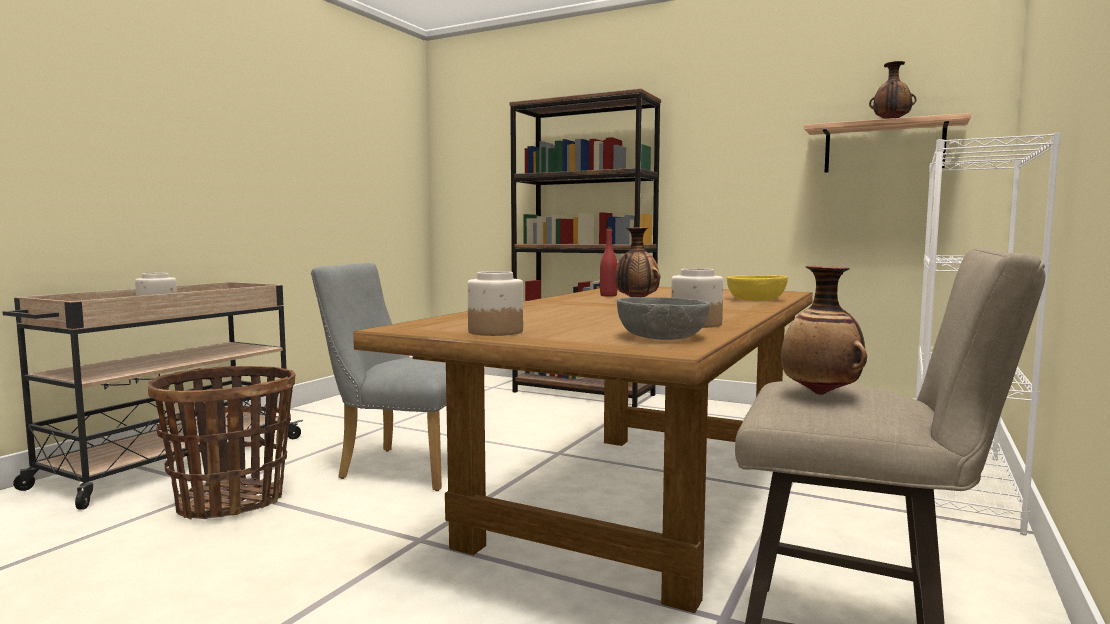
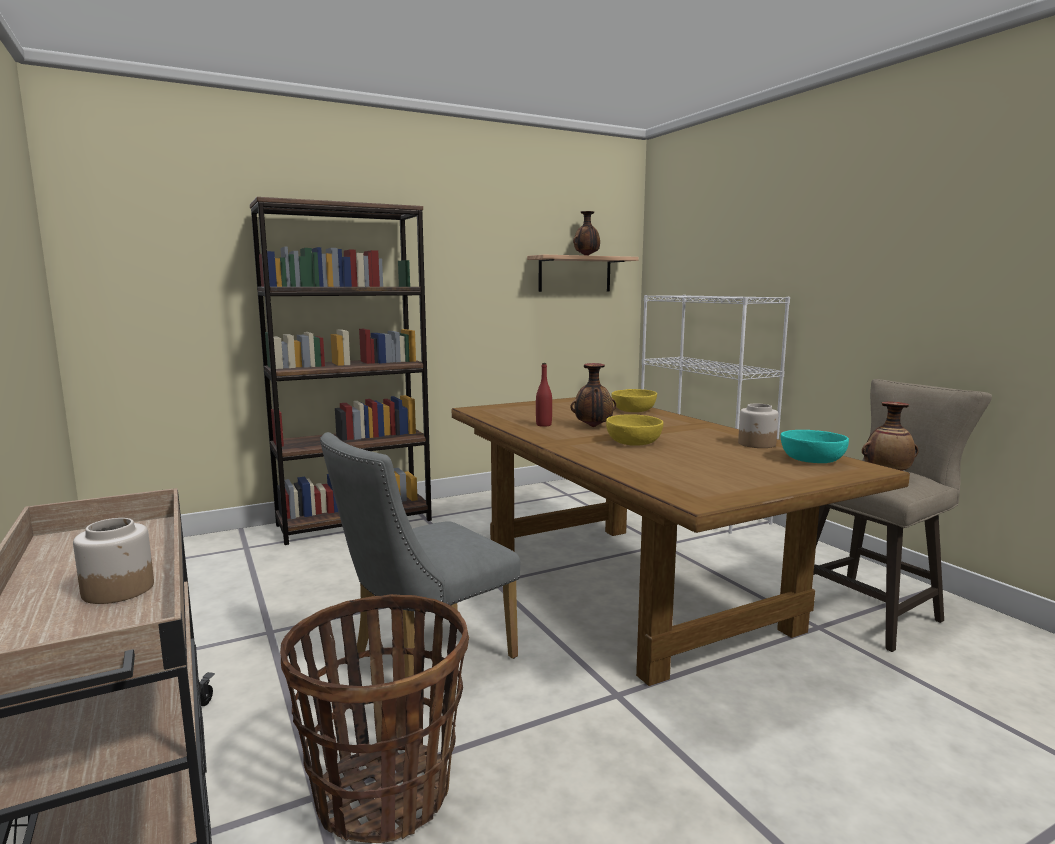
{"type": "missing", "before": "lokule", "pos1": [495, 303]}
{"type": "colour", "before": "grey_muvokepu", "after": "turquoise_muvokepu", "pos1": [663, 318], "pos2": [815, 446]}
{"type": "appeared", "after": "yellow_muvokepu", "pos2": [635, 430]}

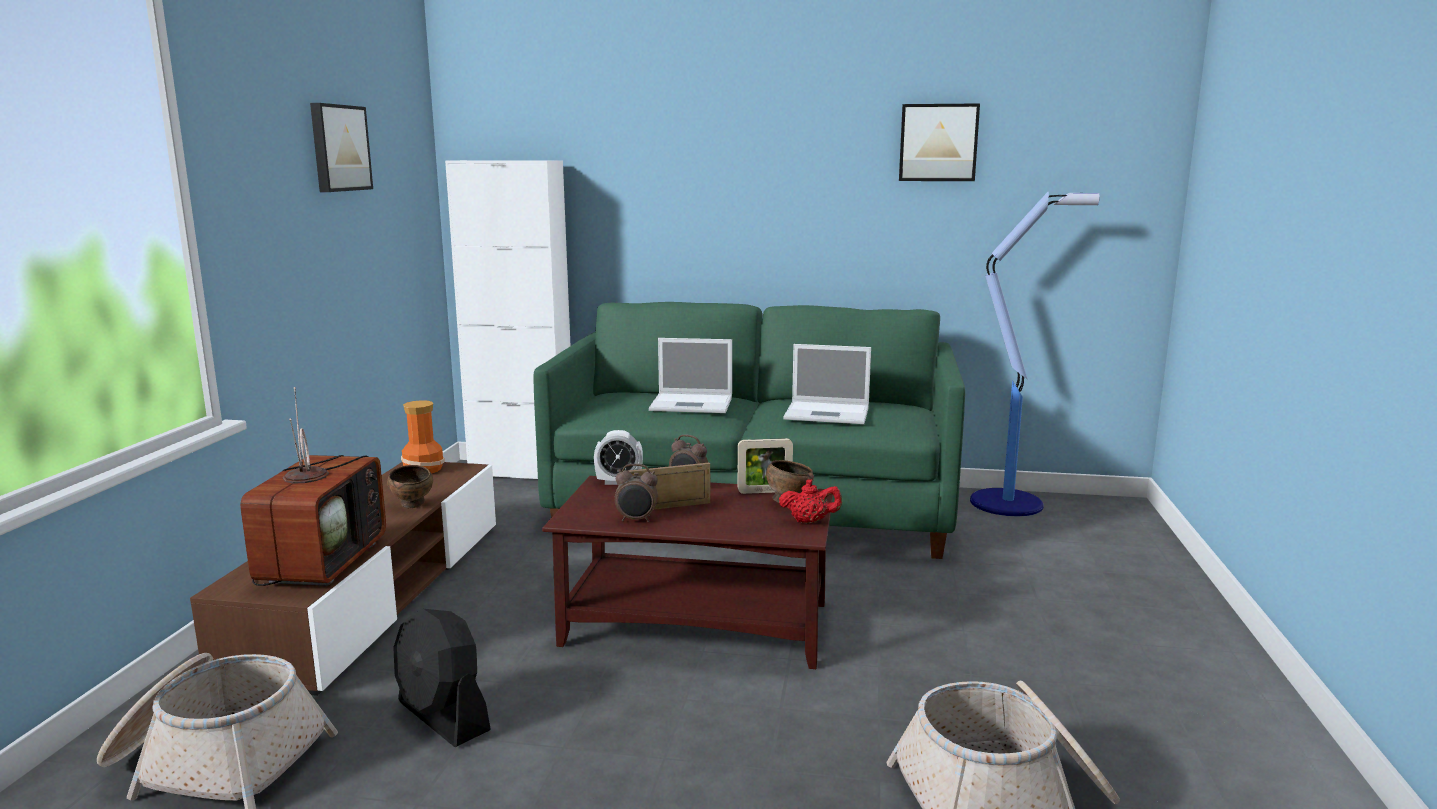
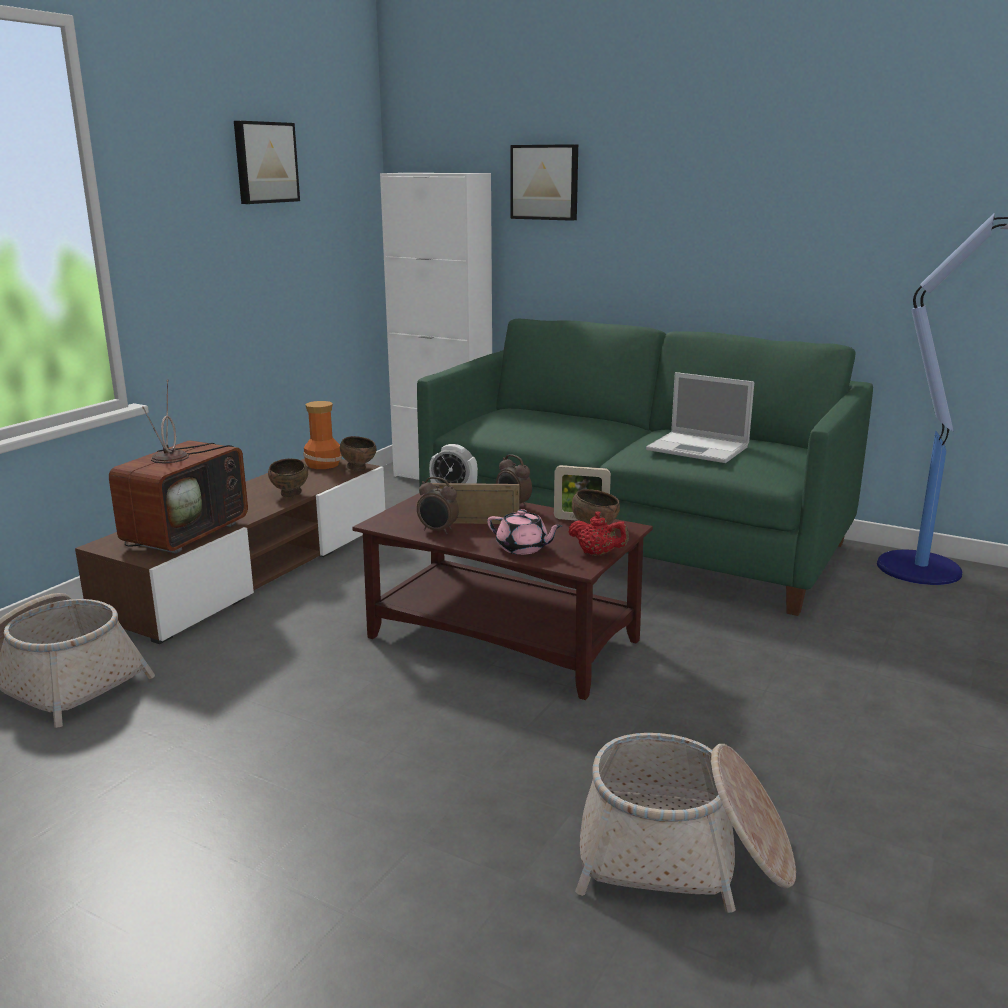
{"type": "relocated", "before": "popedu", "pos1": [939, 142], "pos2": [544, 182]}
{"type": "missing", "before": "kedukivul", "pos1": [690, 375]}
{"type": "missing", "before": "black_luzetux", "pos1": [442, 678]}
{"type": "appeared", "after": "brown_muvokepu", "pos2": [358, 453]}
{"type": "appeared", "after": "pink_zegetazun", "pos2": [525, 532]}

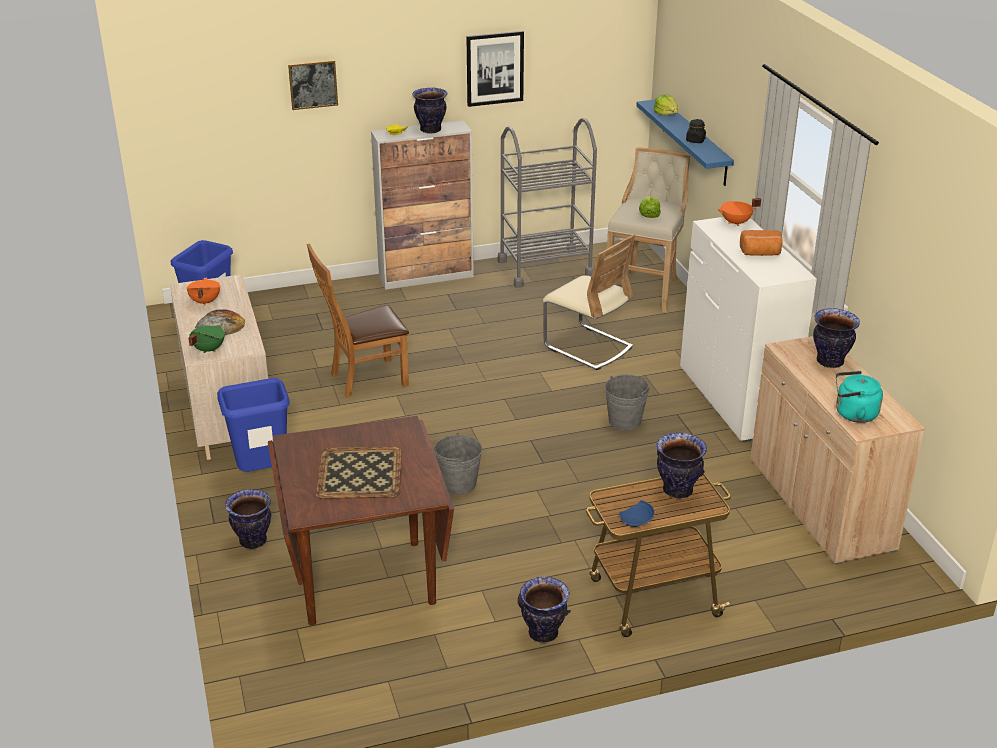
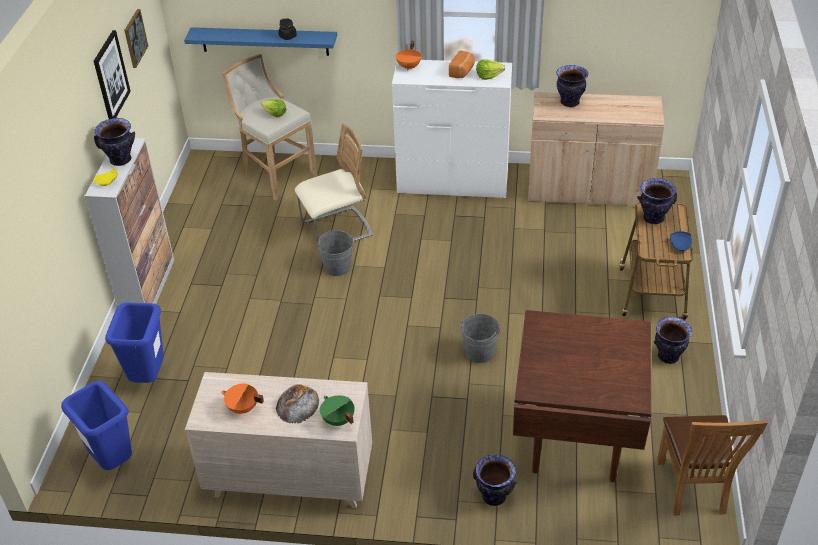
{"type": "relocated", "before": "popedu", "pos1": [313, 85], "pos2": [136, 38]}
{"type": "relocated", "before": "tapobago", "pos1": [666, 104], "pos2": [490, 69]}
{"type": "missing", "before": "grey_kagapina", "pos1": [547, 203]}
{"type": "relocated", "before": "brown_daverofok", "pos1": [358, 321], "pos2": [712, 465]}
{"type": "missing", "before": "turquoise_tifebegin", "pos1": [859, 397]}
{"type": "relocated", "before": "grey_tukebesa", "pos1": [627, 402], "pos2": [335, 253]}
{"type": "relocated", "before": "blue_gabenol", "pos1": [253, 425], "pos2": [134, 343]}
{"type": "missing", "before": "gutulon", "pos1": [359, 472]}

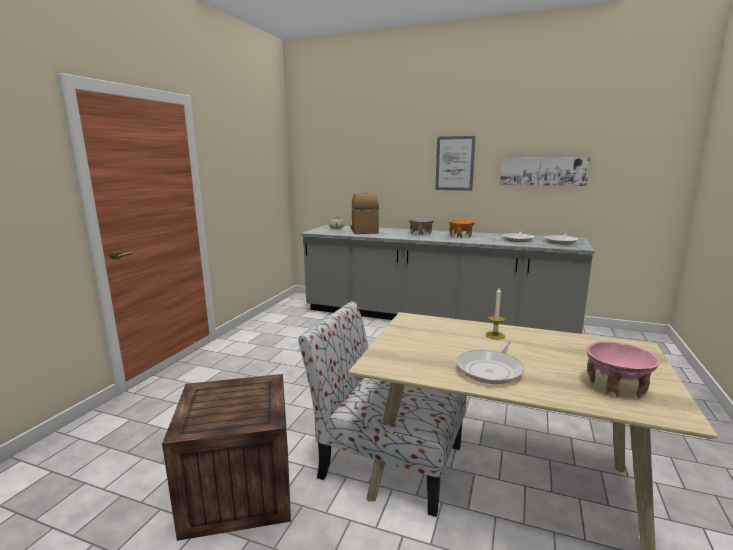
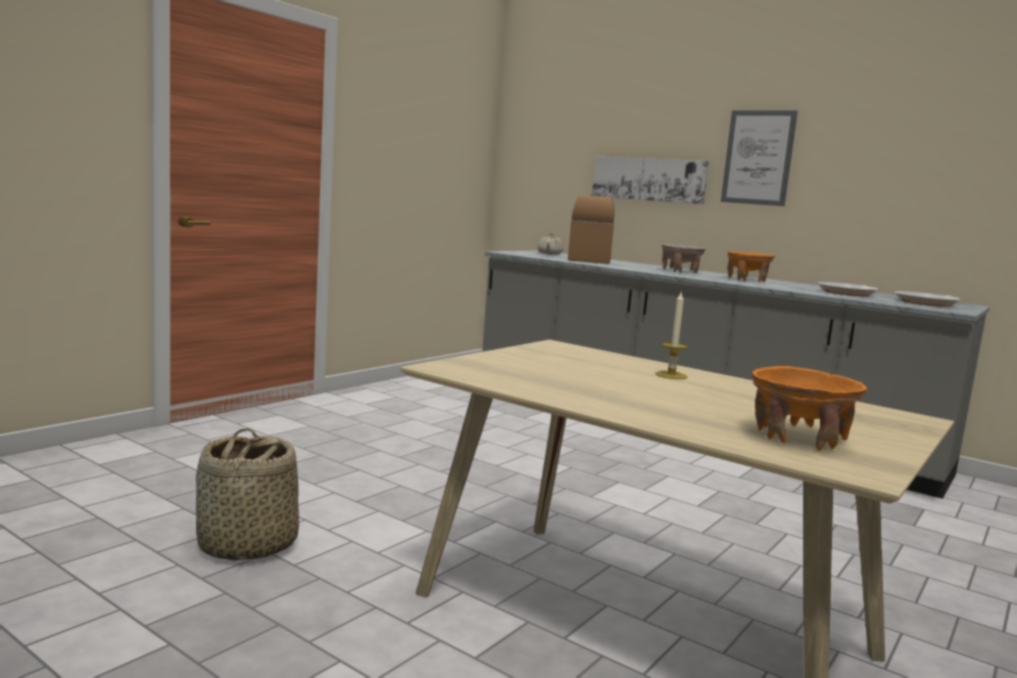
{"type": "relocated", "before": "popedu", "pos1": [545, 171], "pos2": [650, 180]}
{"type": "missing", "before": "daverofok", "pos1": [382, 409]}
{"type": "missing", "before": "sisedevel", "pos1": [490, 362]}
{"type": "colour", "before": "pink_muvokepu", "after": "orange_muvokepu", "pos1": [623, 370], "pos2": [809, 408]}
{"type": "exchanged", "before": "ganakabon", "after": "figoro", "pos1": [226, 457], "pos2": [247, 494]}

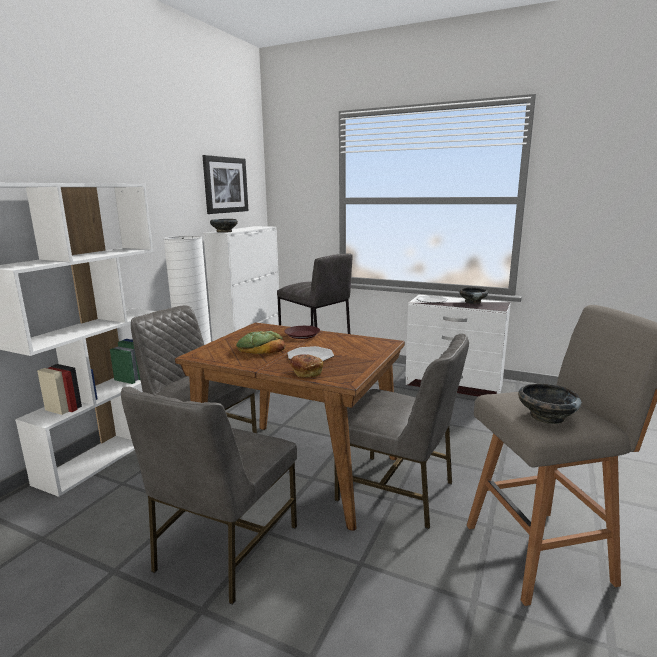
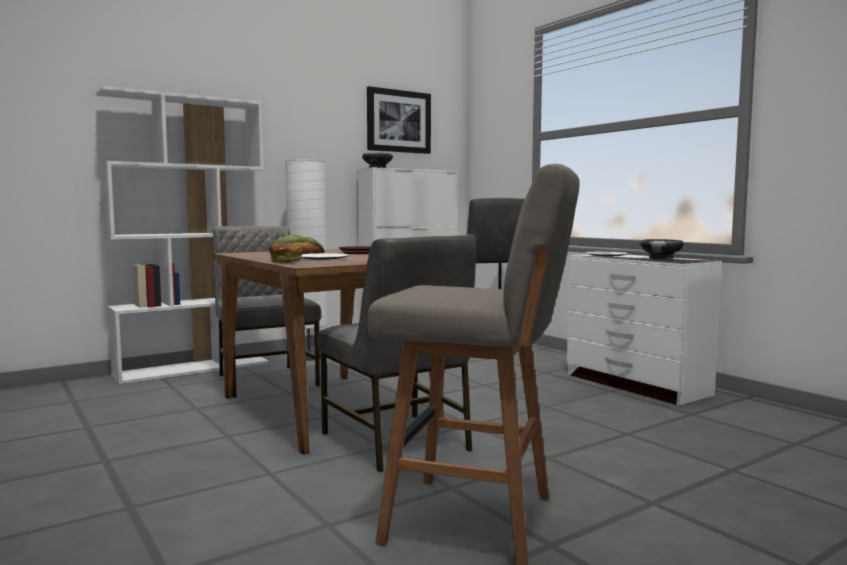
{"type": "missing", "before": "black_muvokepu", "pos1": [550, 404]}
{"type": "missing", "before": "grey_daverofok", "pos1": [209, 496]}

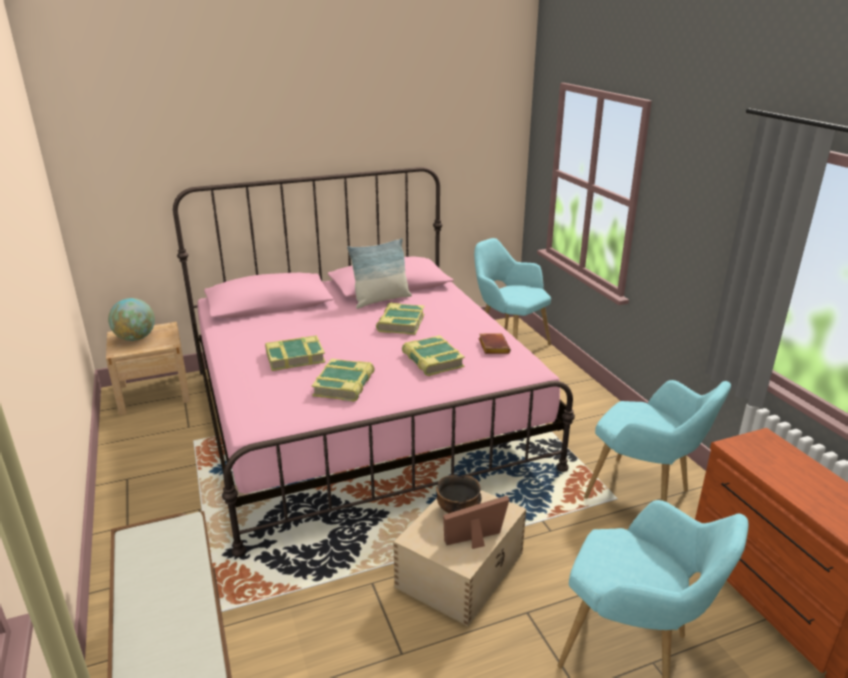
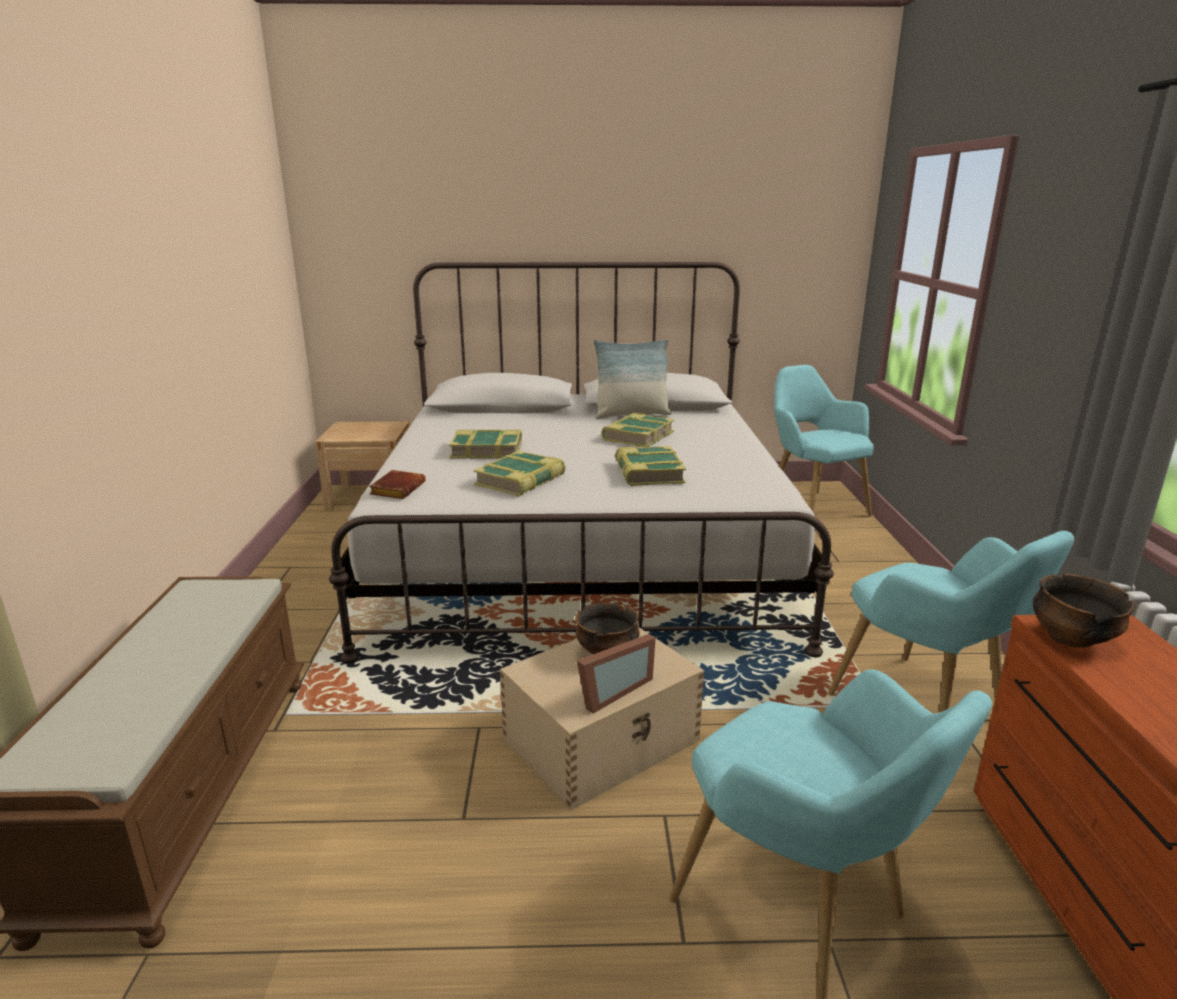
{"type": "colour", "before": "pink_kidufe", "after": "white_kidufe", "pos1": [374, 362], "pos2": [581, 463]}
{"type": "missing", "before": "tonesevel", "pos1": [131, 319]}
{"type": "relocated", "before": "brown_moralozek", "pos1": [495, 344], "pos2": [397, 484]}
{"type": "spun", "before": "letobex", "pos1": [476, 522], "pos2": [616, 674], "turn": 135}
{"type": "appeared", "after": "muvokepu", "pos2": [1084, 611]}

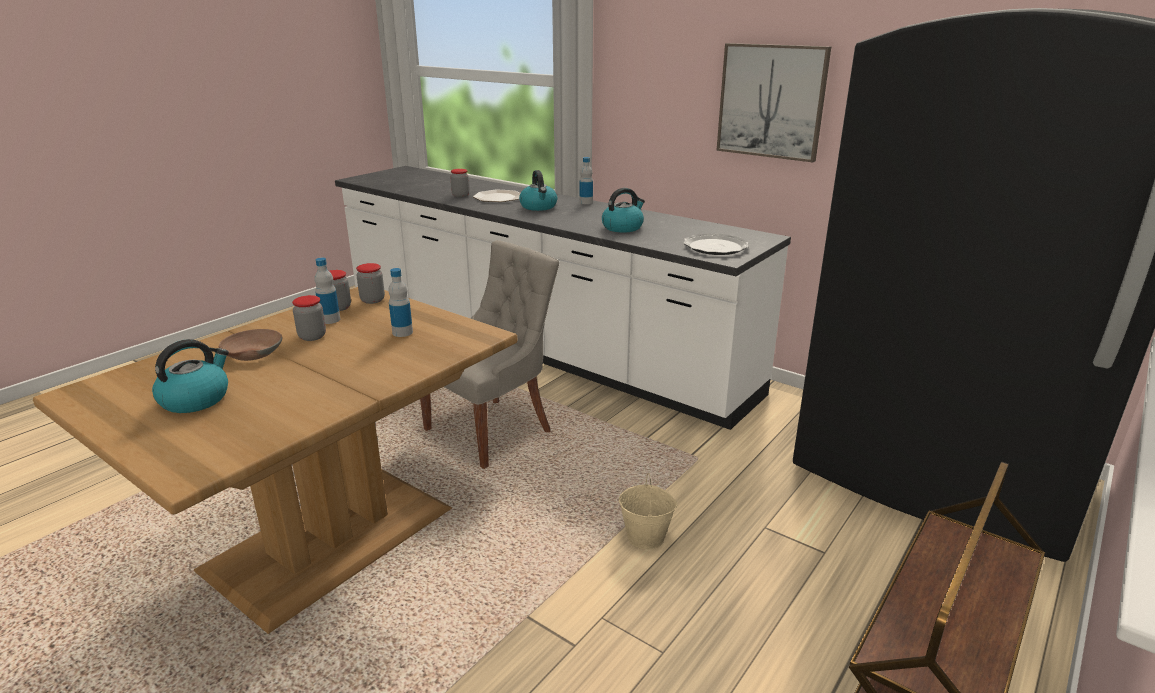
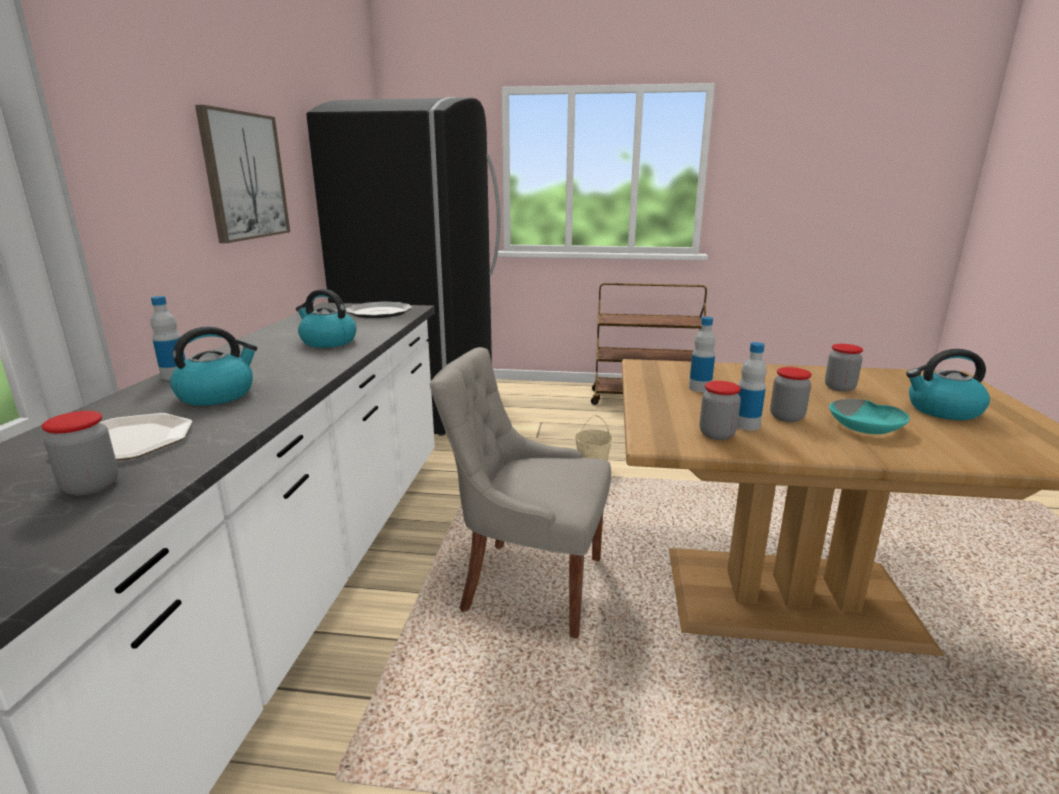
{"type": "relocated", "before": "lokule", "pos1": [370, 283], "pos2": [844, 368]}
{"type": "colour", "before": "brown_muvokepu", "after": "turquoise_muvokepu", "pos1": [250, 345], "pos2": [869, 416]}

